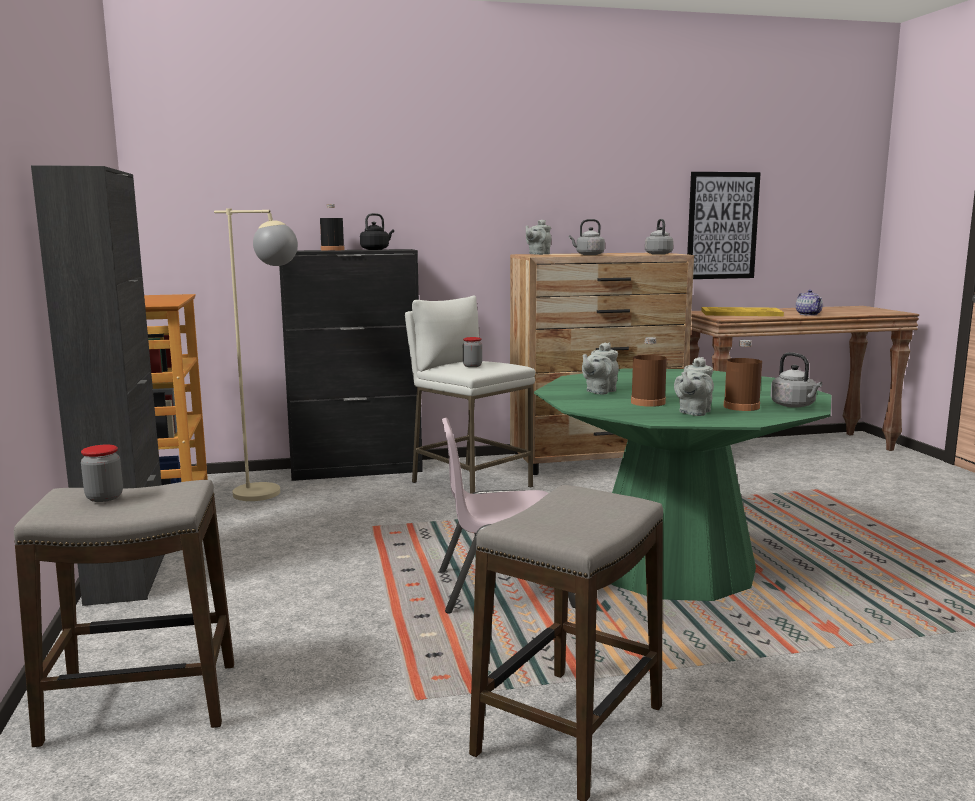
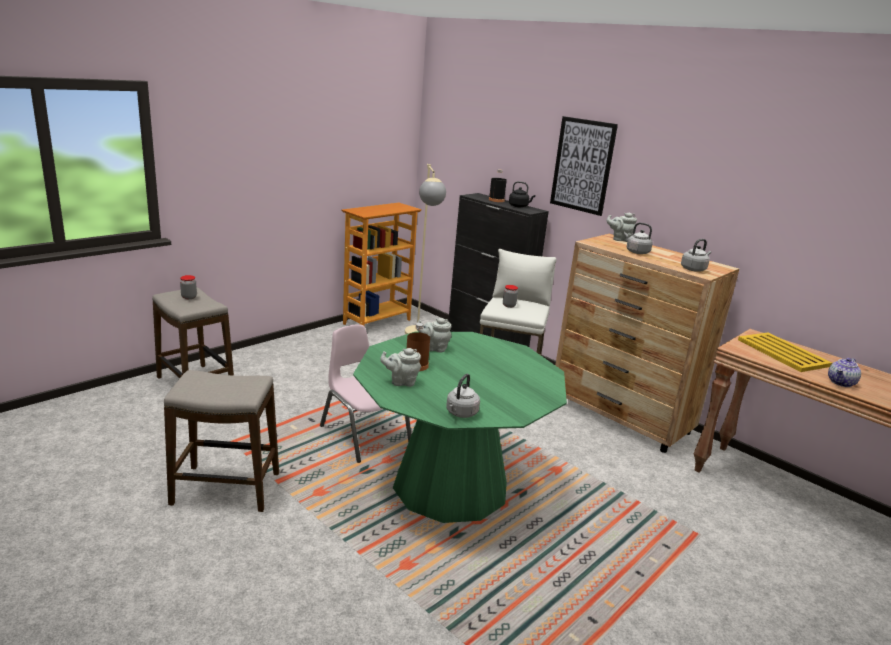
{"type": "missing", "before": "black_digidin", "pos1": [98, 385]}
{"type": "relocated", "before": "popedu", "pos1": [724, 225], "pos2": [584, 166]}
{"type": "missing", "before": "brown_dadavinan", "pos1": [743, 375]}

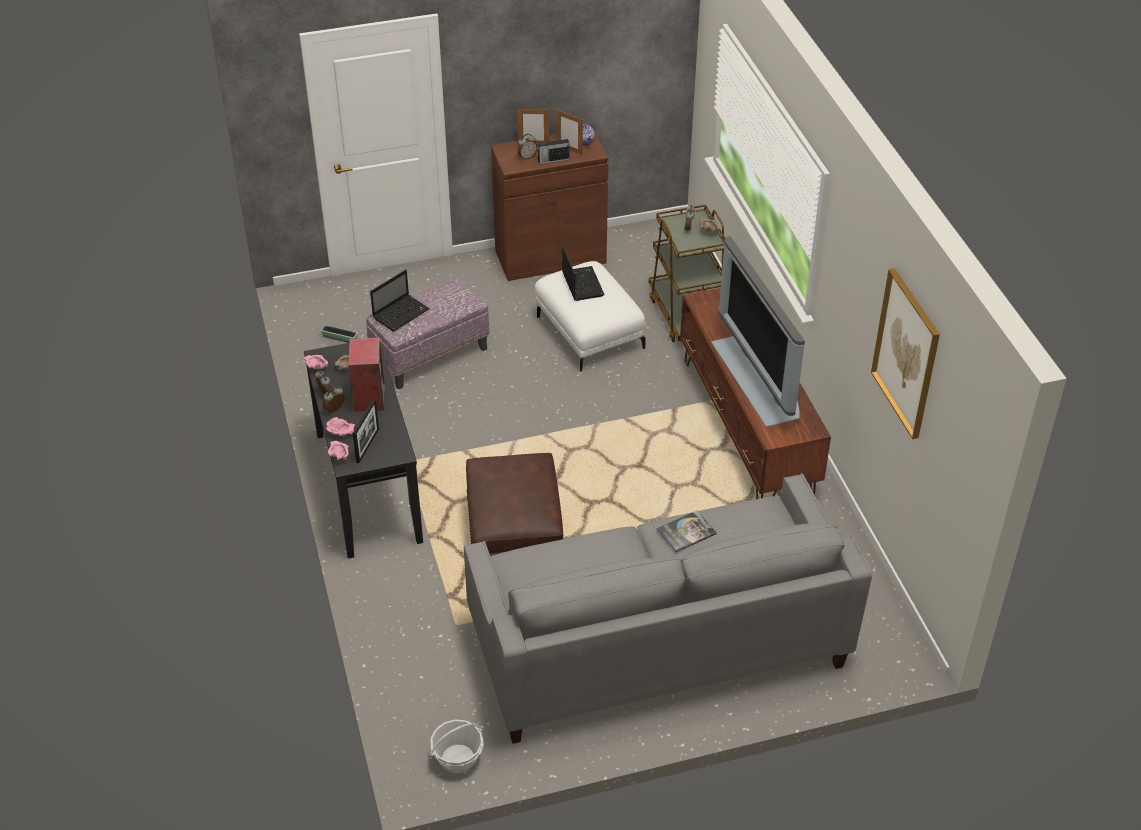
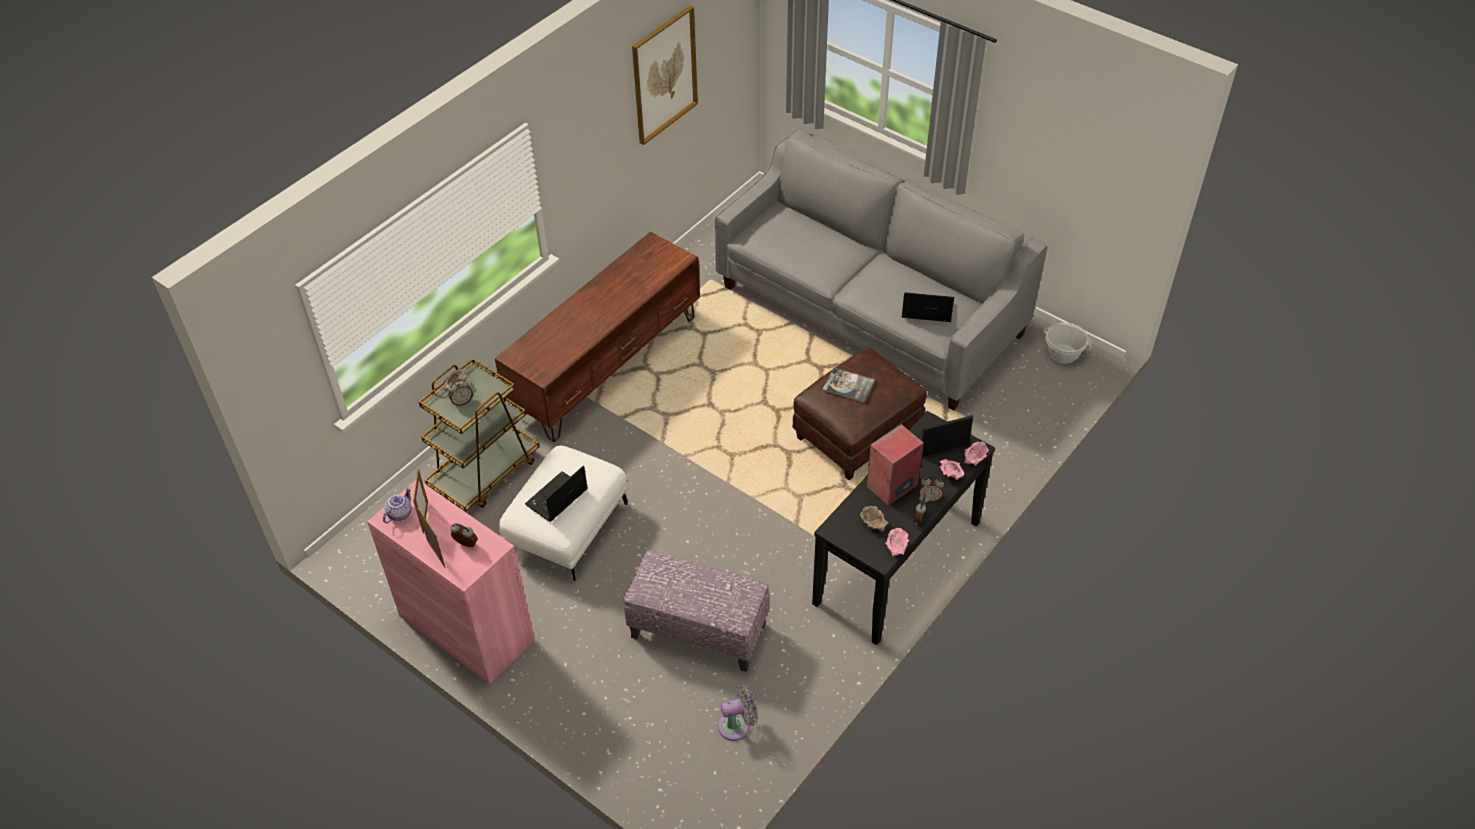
{"type": "colour", "before": "brown_digidin", "after": "pink_digidin", "pos1": [550, 205], "pos2": [451, 582]}
{"type": "missing", "before": "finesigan", "pos1": [553, 150]}
{"type": "missing", "before": "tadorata", "pos1": [758, 331]}
{"type": "relocated", "before": "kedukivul", "pos1": [400, 300], "pos2": [928, 307]}
{"type": "exchanged", "before": "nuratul", "after": "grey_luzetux", "pos1": [339, 334], "pos2": [738, 712]}
{"type": "relocated", "before": "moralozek", "pos1": [686, 531], "pos2": [848, 385]}

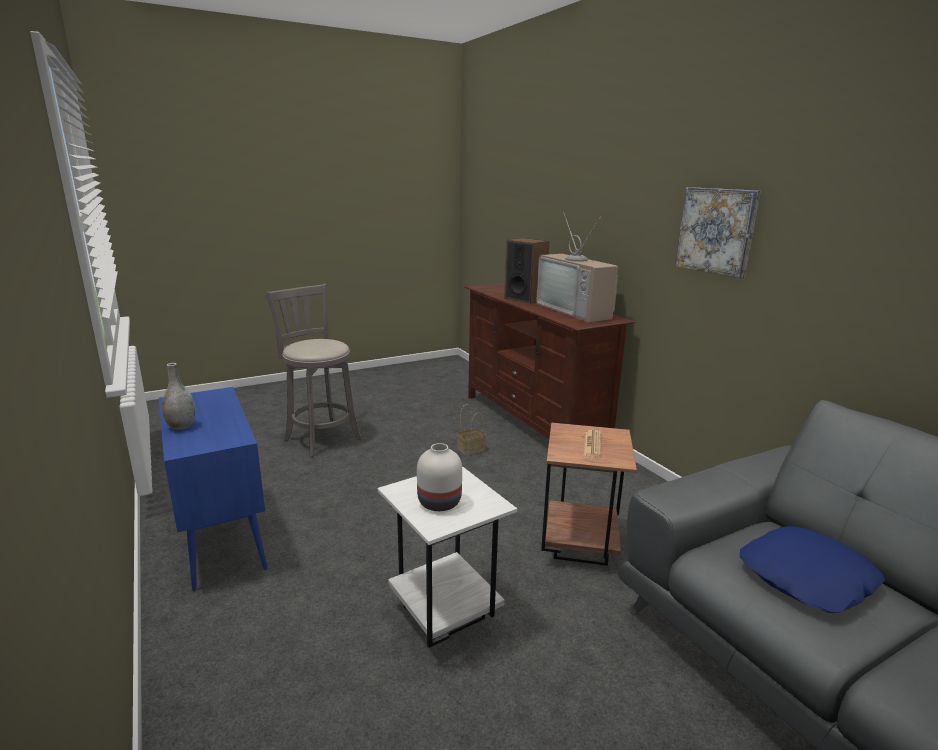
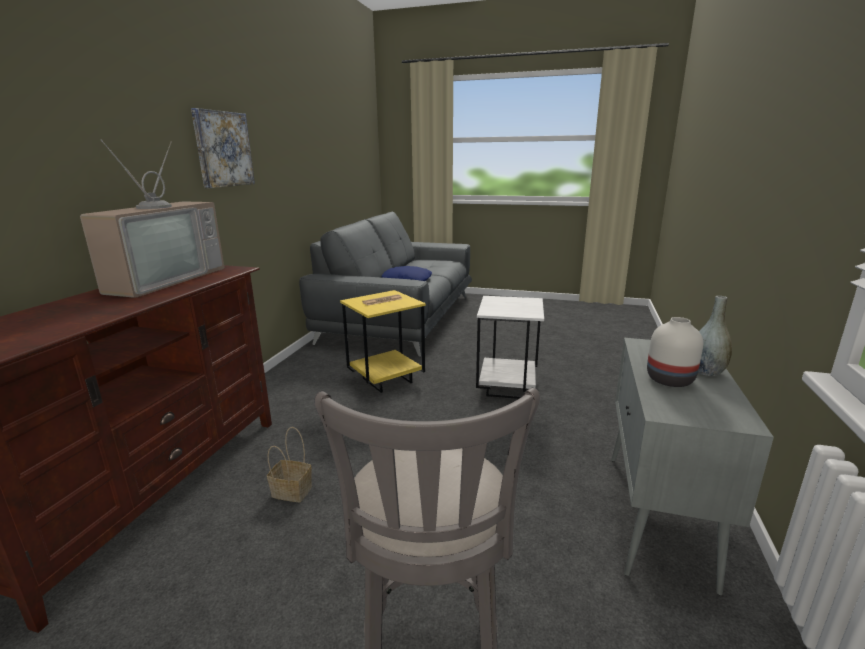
{"type": "missing", "before": "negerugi", "pos1": [527, 271]}
{"type": "colour", "before": "blue_digidin", "after": "grey_digidin", "pos1": [213, 489], "pos2": [692, 466]}
{"type": "colour", "before": "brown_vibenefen", "after": "yellow_vibenefen", "pos1": [589, 494], "pos2": [383, 341]}
{"type": "relocated", "before": "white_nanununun", "pos1": [439, 477], "pos2": [675, 352]}

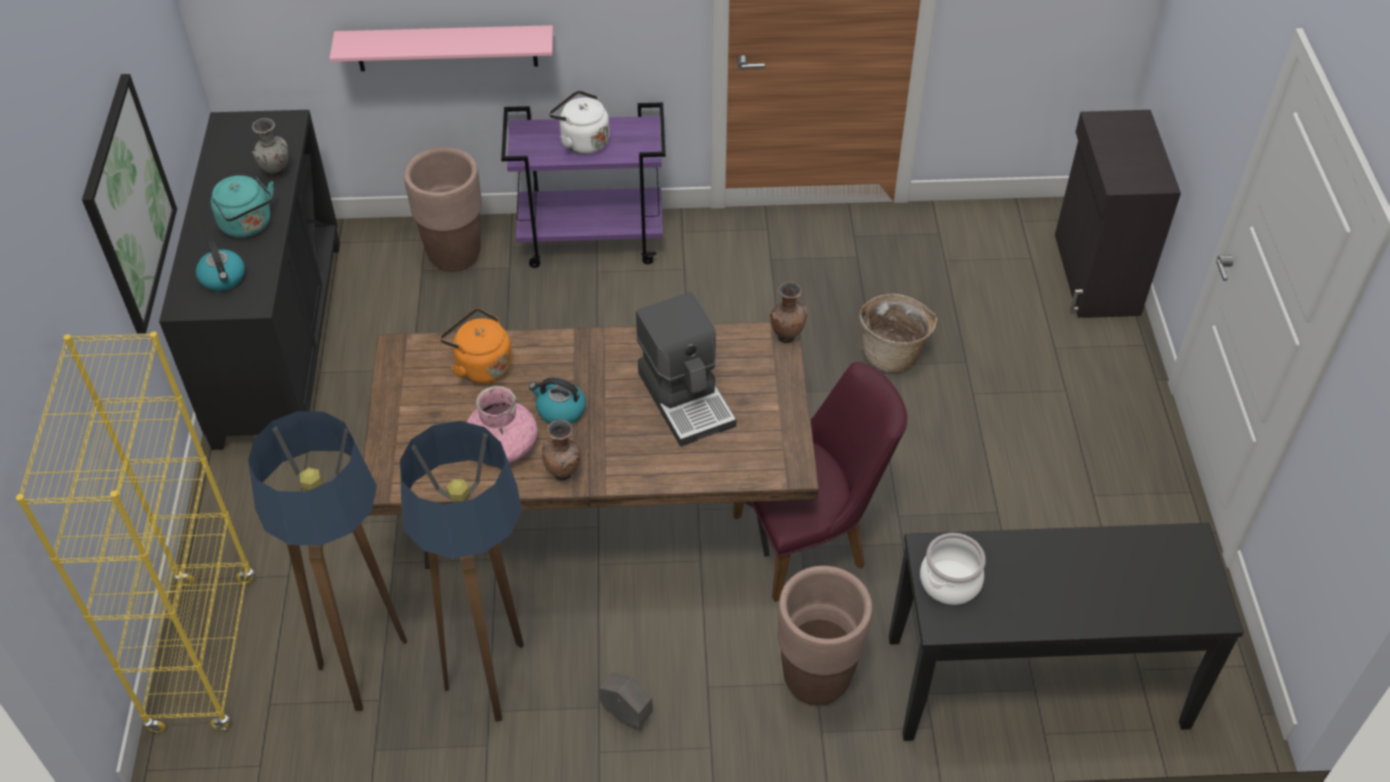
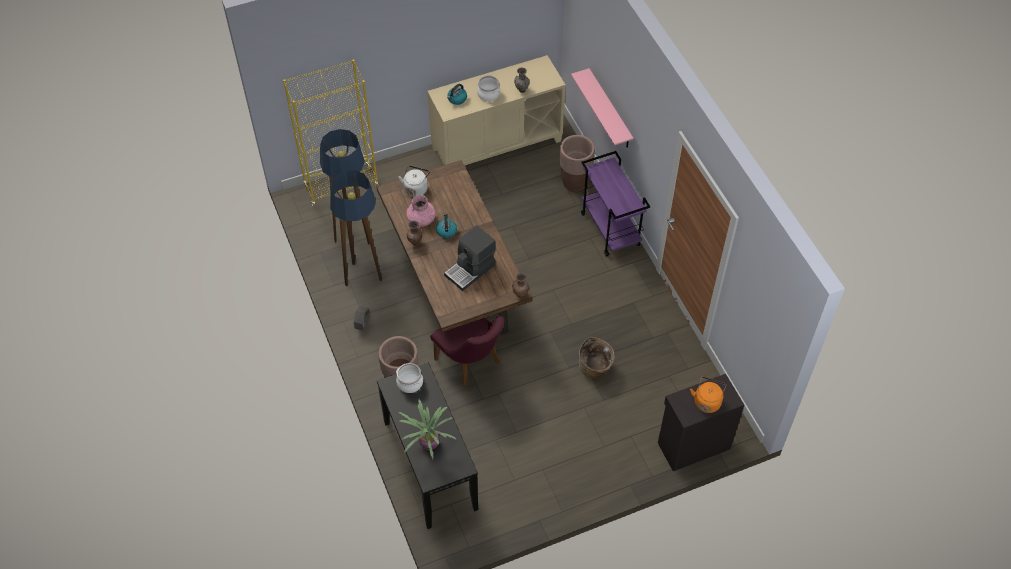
{"type": "missing", "before": "popedu", "pos1": [129, 204]}
{"type": "relocated", "before": "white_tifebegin", "pos1": [579, 122], "pos2": [414, 181]}
{"type": "colour", "before": "black_digidin", "after": "beige_digidin", "pos1": [249, 280], "pos2": [496, 110]}
{"type": "exchanged", "before": "turquoise_tifebegin", "after": "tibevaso", "pos1": [242, 206], "pos2": [488, 88]}
{"type": "relocated", "before": "orange_tifebegin", "pos1": [476, 346], "pos2": [708, 395]}
{"type": "appeared", "after": "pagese", "pos2": [427, 429]}

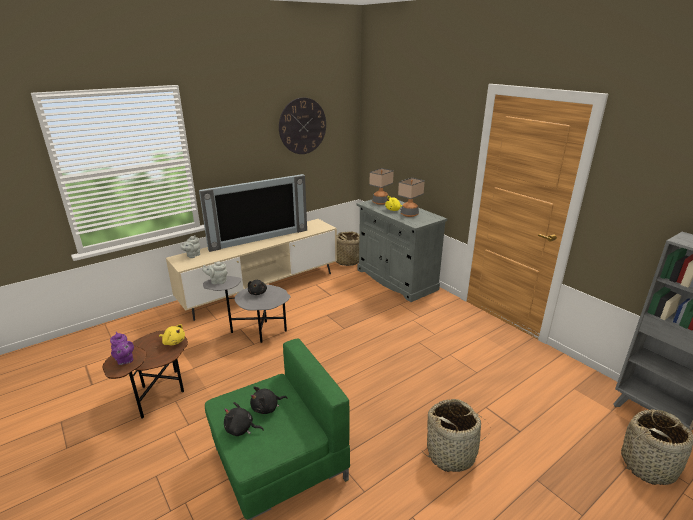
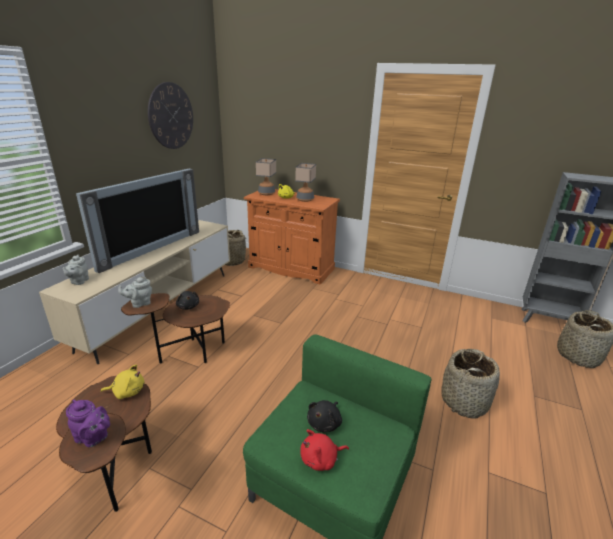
{"type": "colour", "before": "grey_digidin", "after": "orange_digidin", "pos1": [402, 249], "pos2": [292, 237]}
{"type": "colour", "before": "grey_vibenefen", "after": "brown_vibenefen", "pos1": [246, 309], "pos2": [175, 328]}
{"type": "colour", "before": "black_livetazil", "after": "red_livetazil", "pos1": [244, 419], "pos2": [324, 450]}

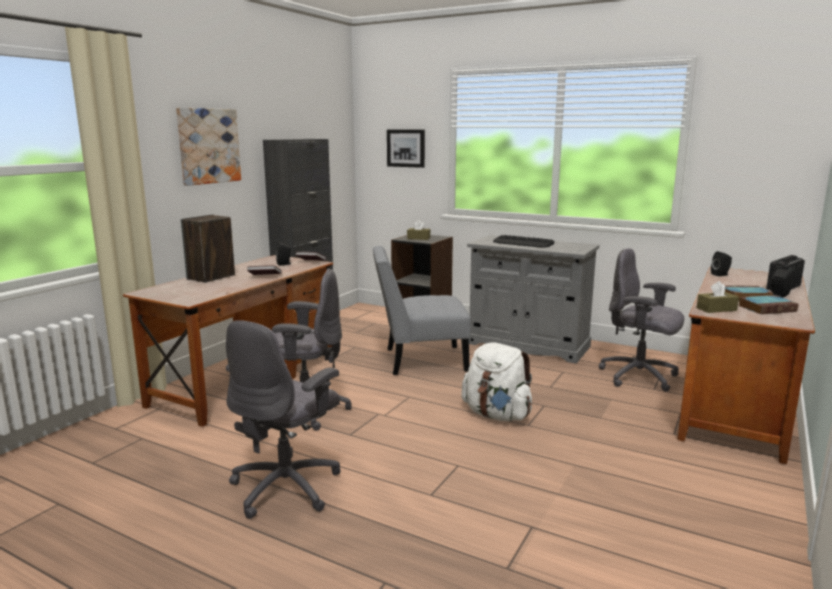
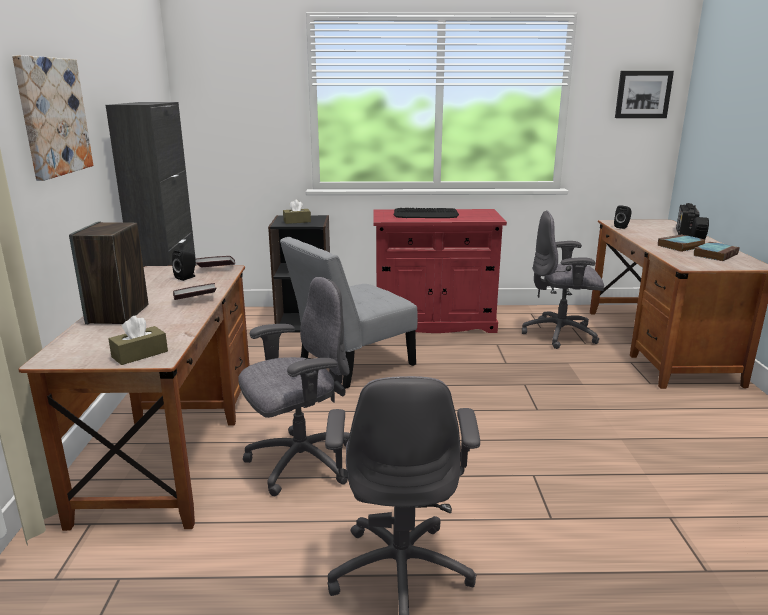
{"type": "relocated", "before": "popedu", "pos1": [406, 149], "pos2": [644, 94]}
{"type": "colour", "before": "grey_digidin", "after": "red_digidin", "pos1": [533, 299], "pos2": [440, 271]}
{"type": "relocated", "before": "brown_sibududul", "pos1": [718, 297], "pos2": [138, 340]}
{"type": "missing", "before": "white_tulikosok", "pos1": [496, 381]}

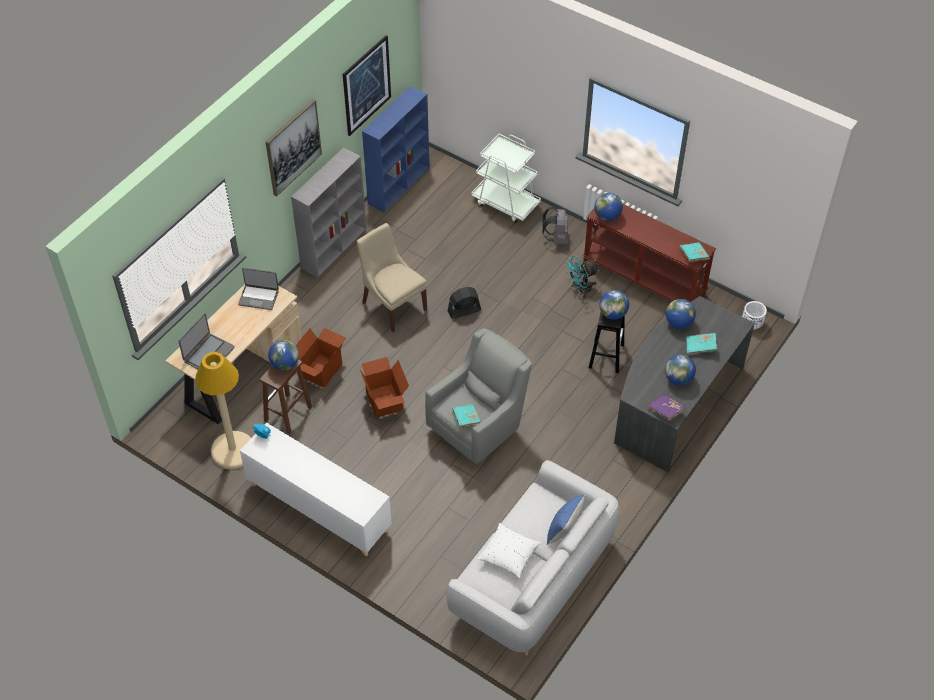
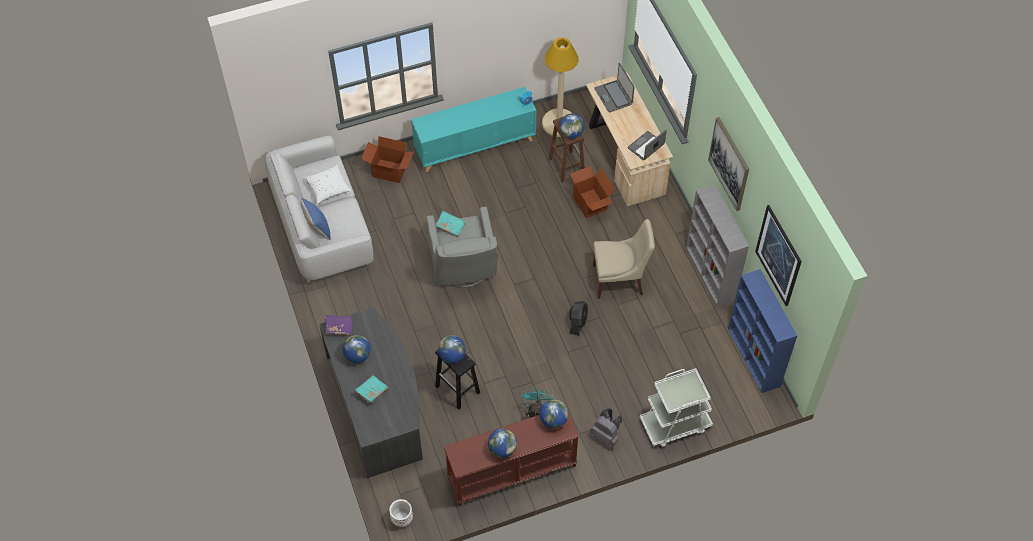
{"type": "missing", "before": "turquoise_moralozek", "pos1": [694, 252]}
{"type": "relocated", "before": "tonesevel", "pos1": [681, 314], "pos2": [502, 443]}
{"type": "relocated", "before": "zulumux", "pos1": [384, 387], "pos2": [387, 159]}
{"type": "colour", "before": "white_digidin", "after": "turquoise_digidin", "pos1": [316, 489], "pos2": [473, 129]}

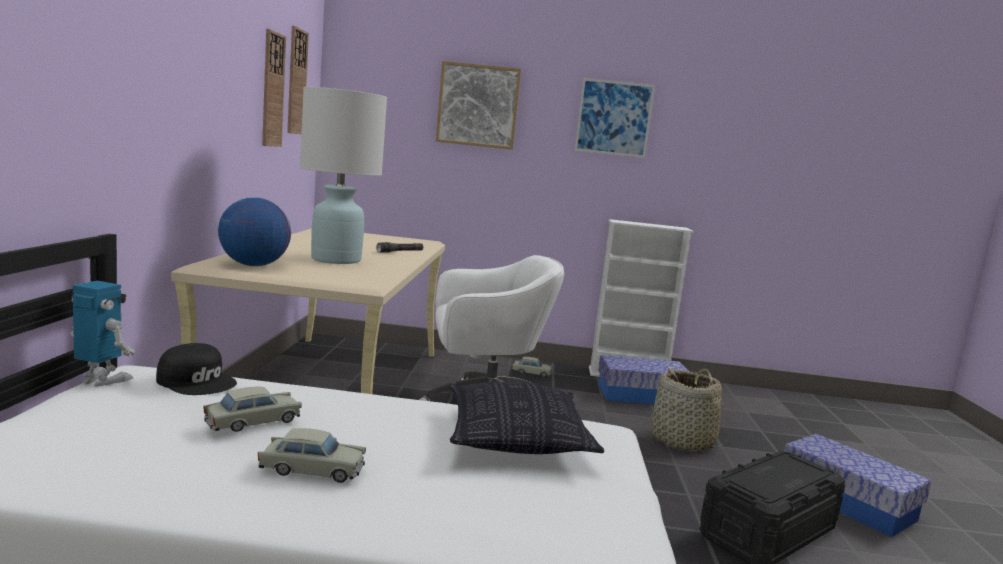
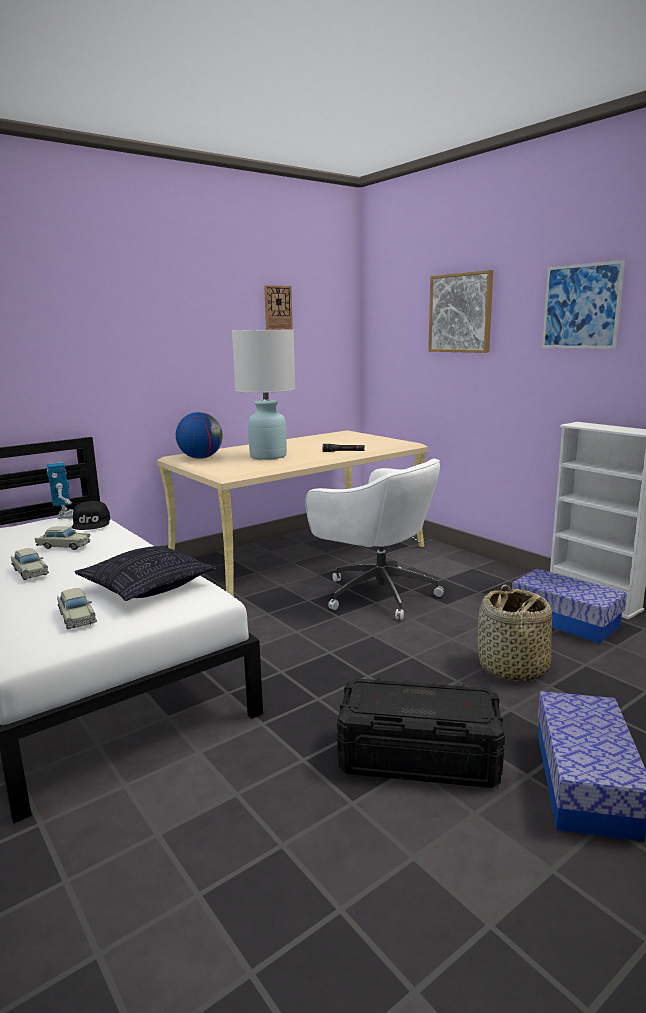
{"type": "missing", "before": "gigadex", "pos1": [298, 80]}
{"type": "relocated", "before": "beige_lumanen", "pos1": [532, 367], "pos2": [77, 608]}

